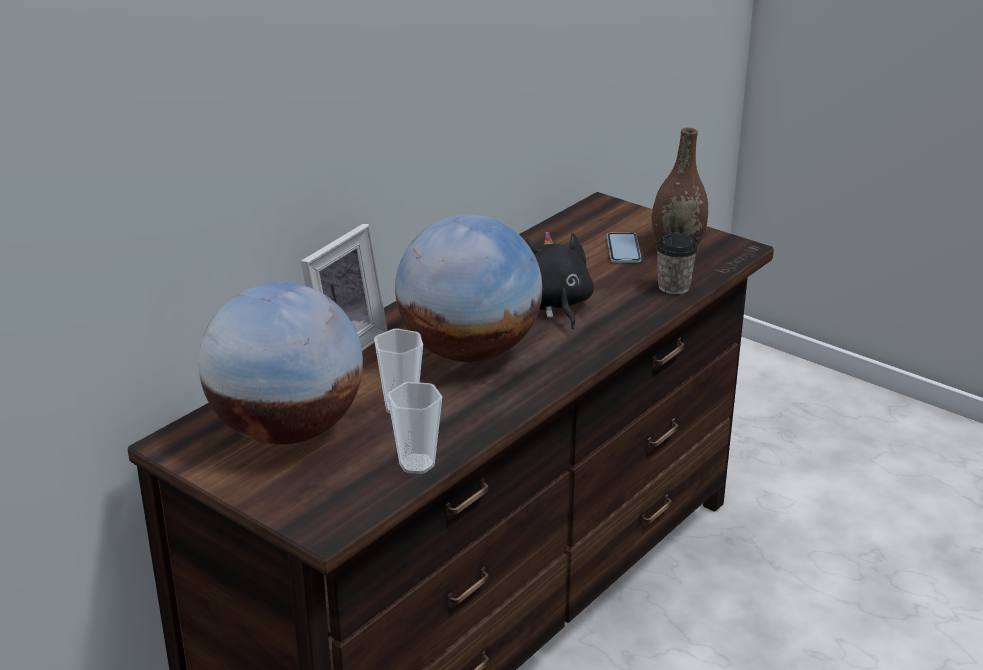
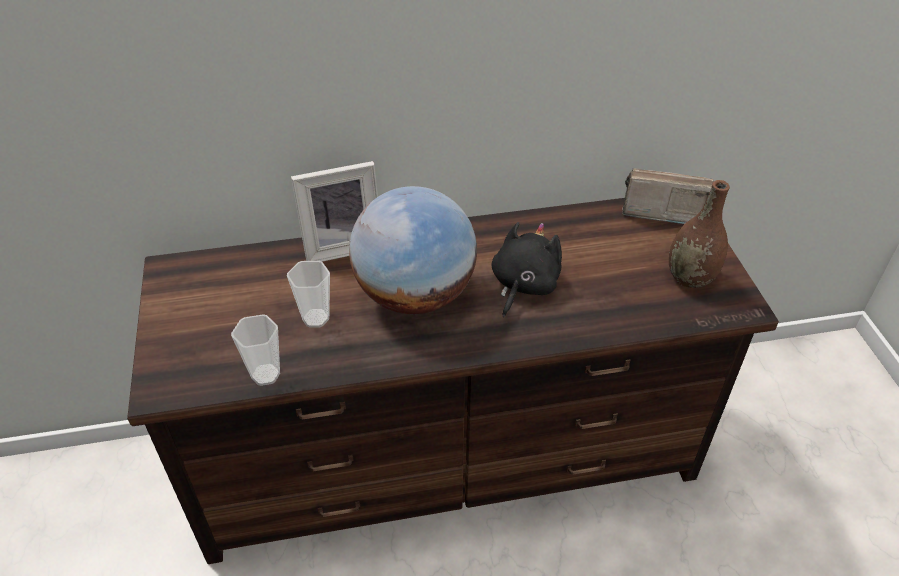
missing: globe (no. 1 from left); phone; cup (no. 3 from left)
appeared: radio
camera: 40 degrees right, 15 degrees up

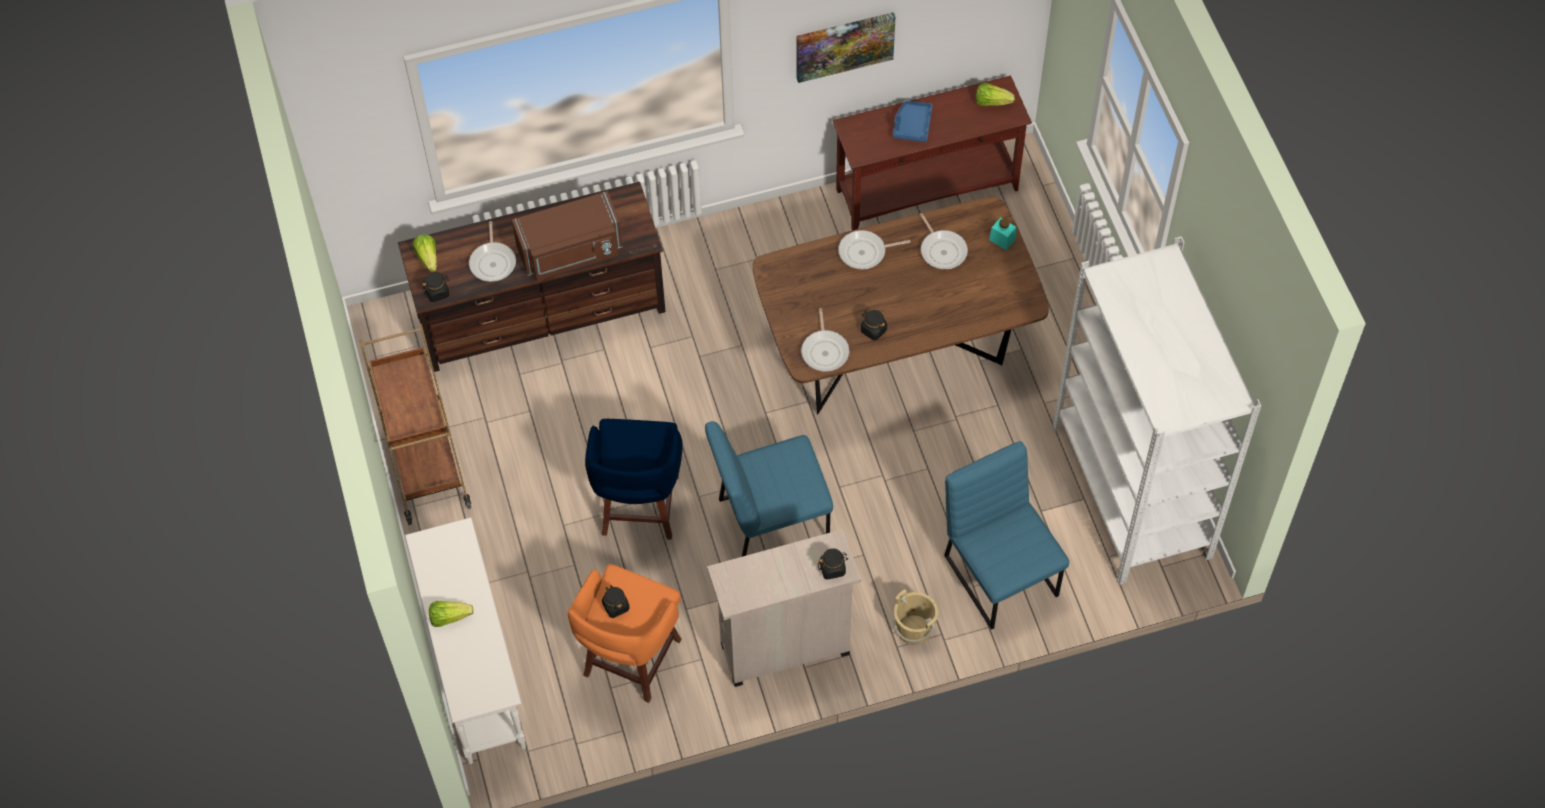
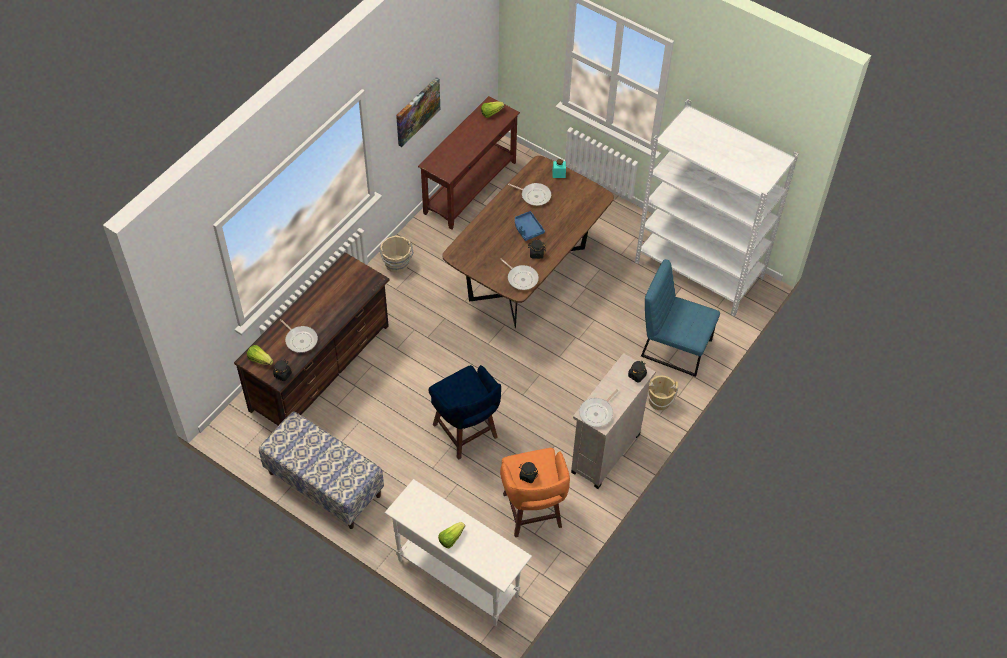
missing: brown microwave; blue chair (no. 1 from left)
appeared: beige bucket (no. 1 from left)
relocated: blue tray; frying pan (no. 3 from left in the first image) to frying pan (no. 4 from left)
exchanged: brown cart to bench
camera: 40 degrees left, 5 degrees down

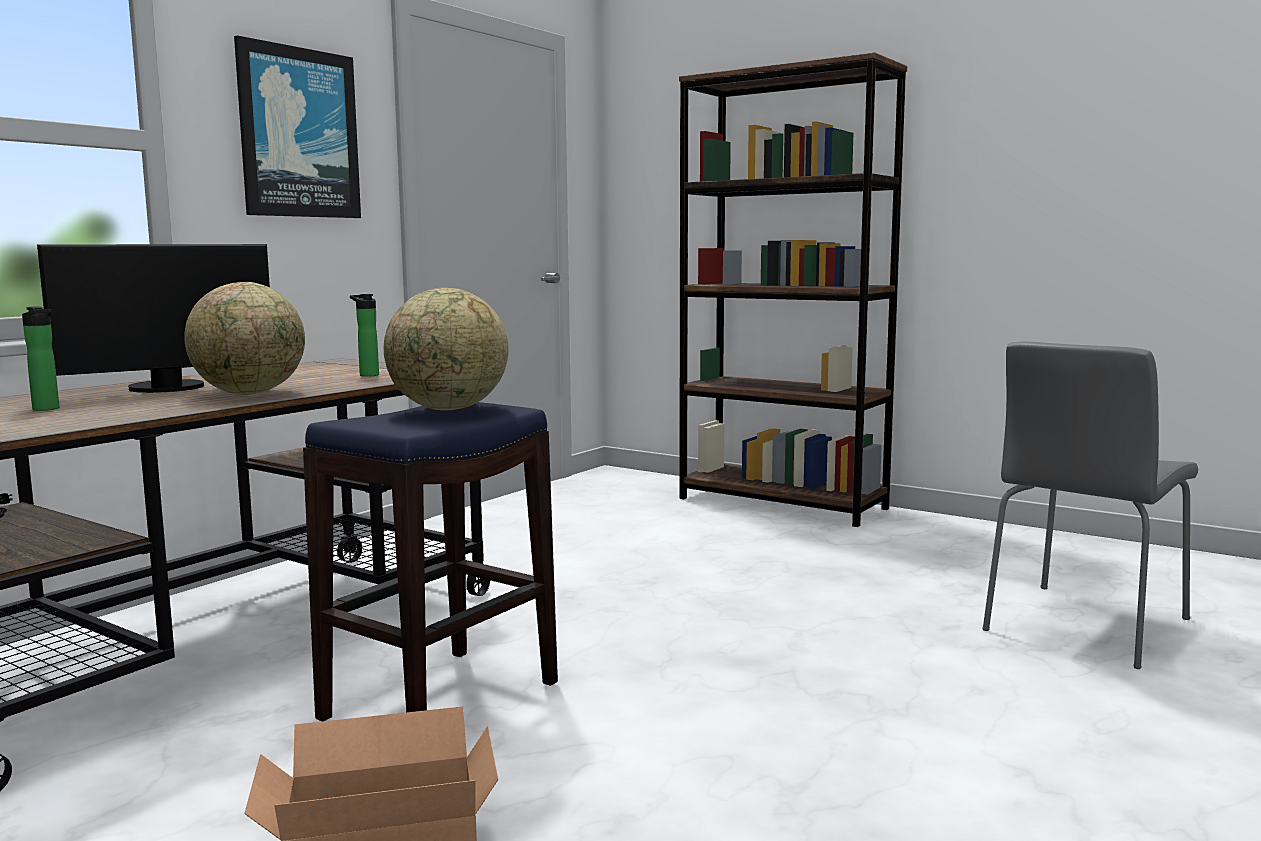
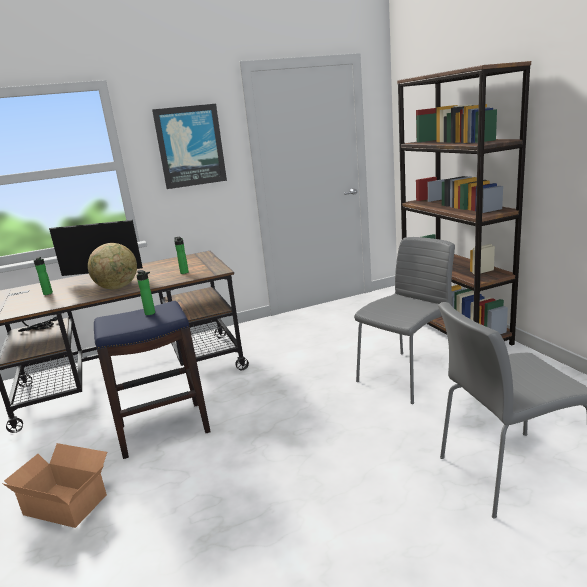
appeared: grey chair (no. 1 from left)
exchanged: globe (no. 2 from left) to bottle (no. 2 from left)
camera: 35 degrees right, 10 degrees up

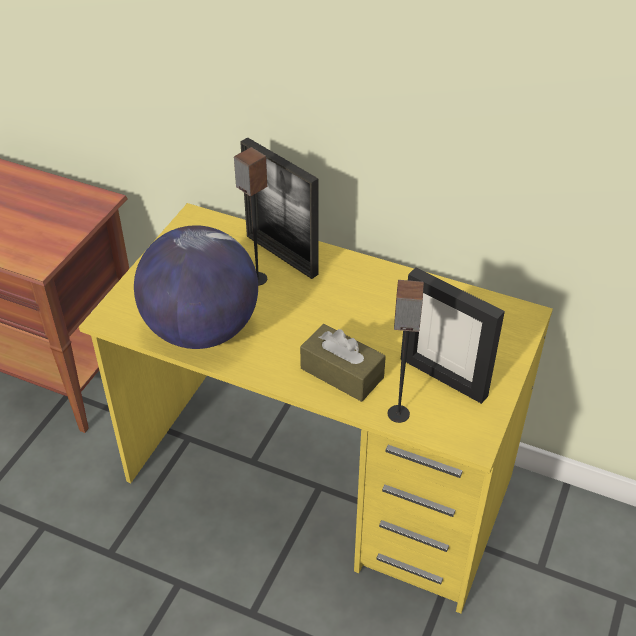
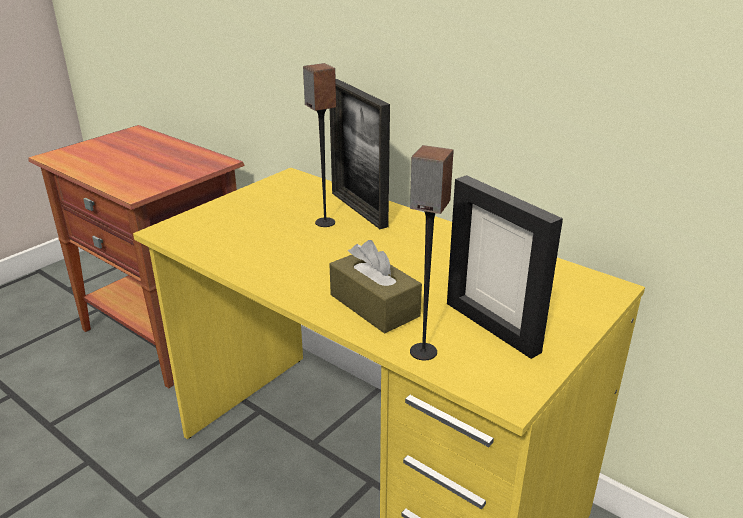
missing: globe
camera: 15 degrees right, 15 degrees down

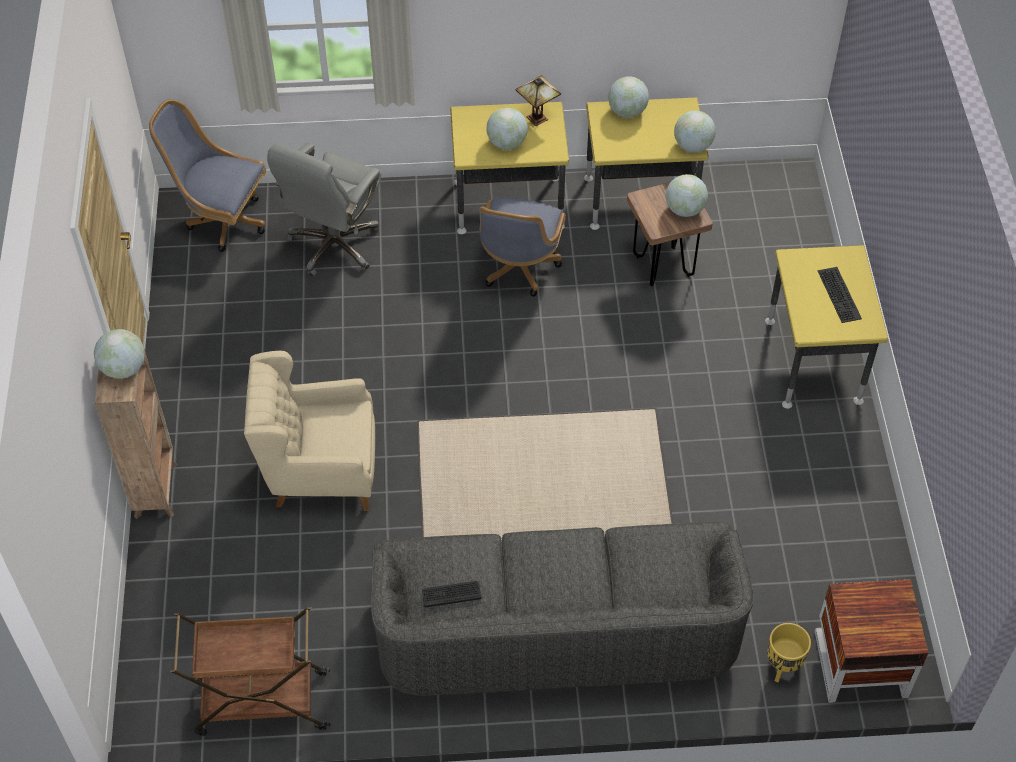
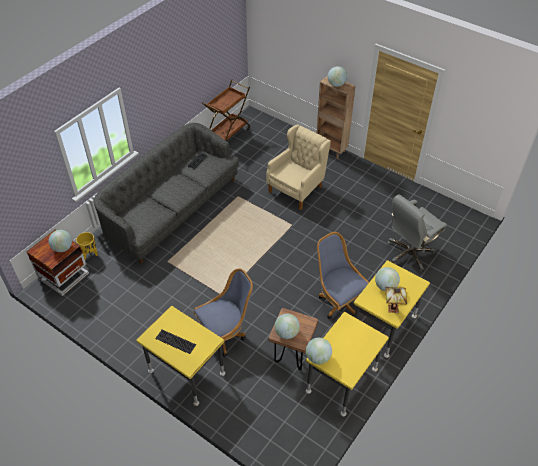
relocated: globe (no. 3 from left in the first image) to globe (no. 1 from left); blue office chair (no. 1 from left)
spun: grey office chair 105 degrees counterclockwise
camera: 130 degrees right, 5 degrees down

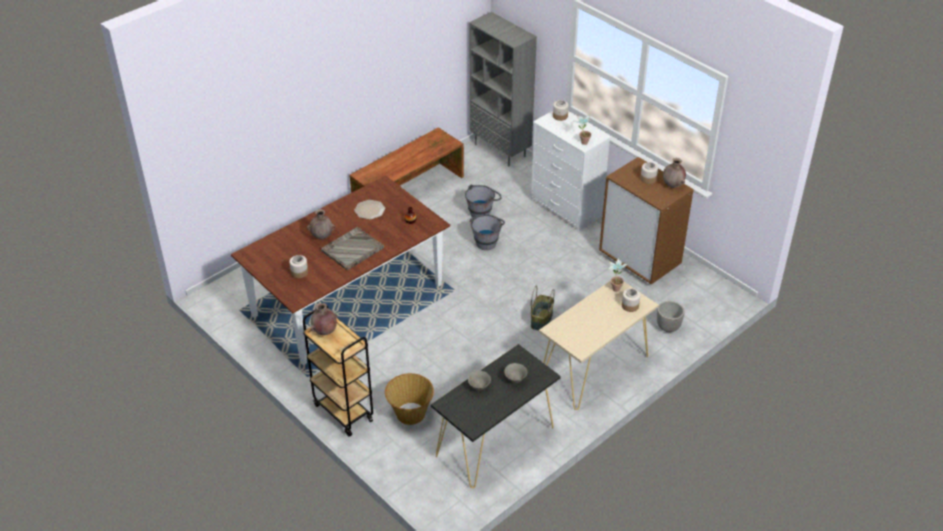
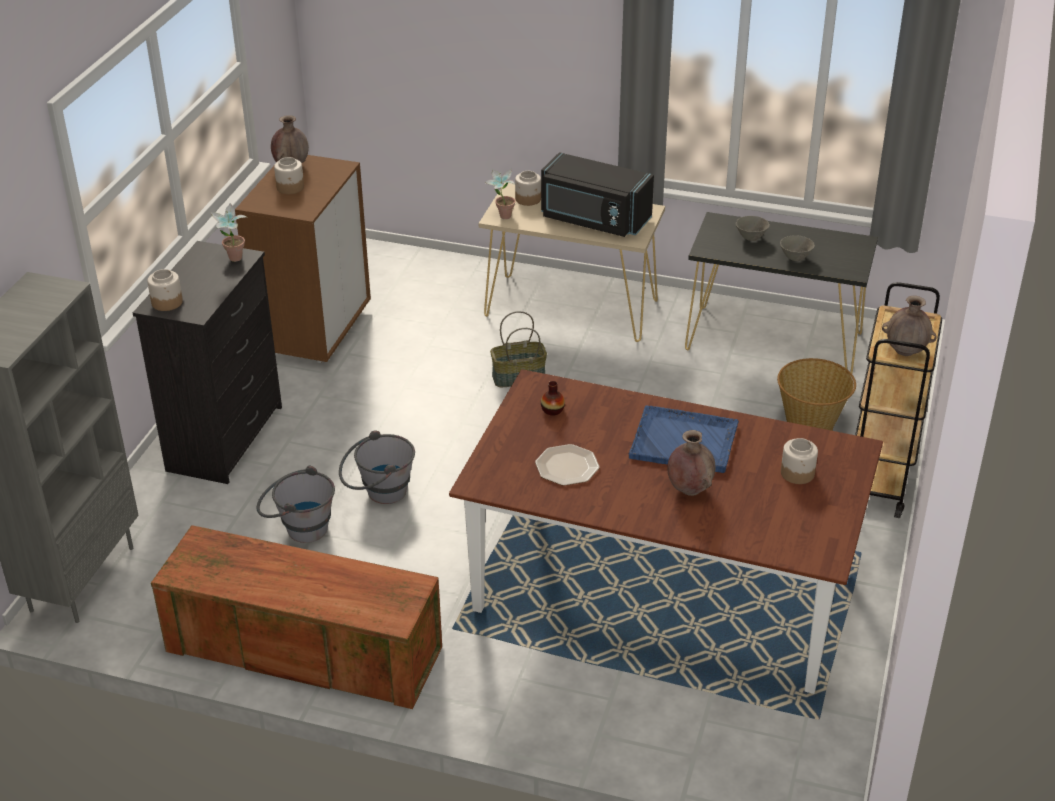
missing: planter
appeared: black microwave
colour: white dresser to black dresser; grey tray to blue tray
camera: 120 degrees left, 5 degrees down

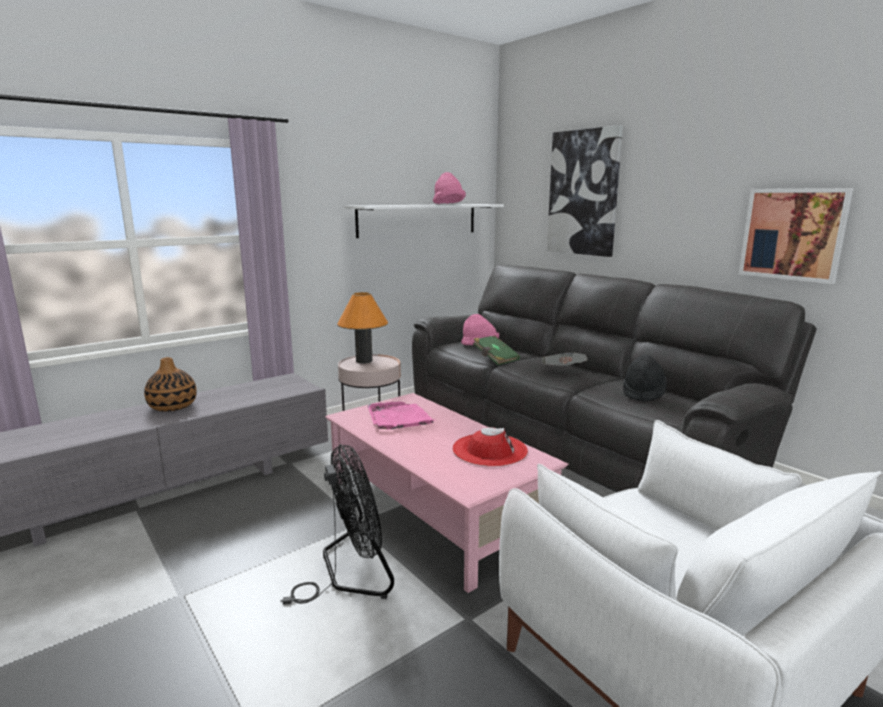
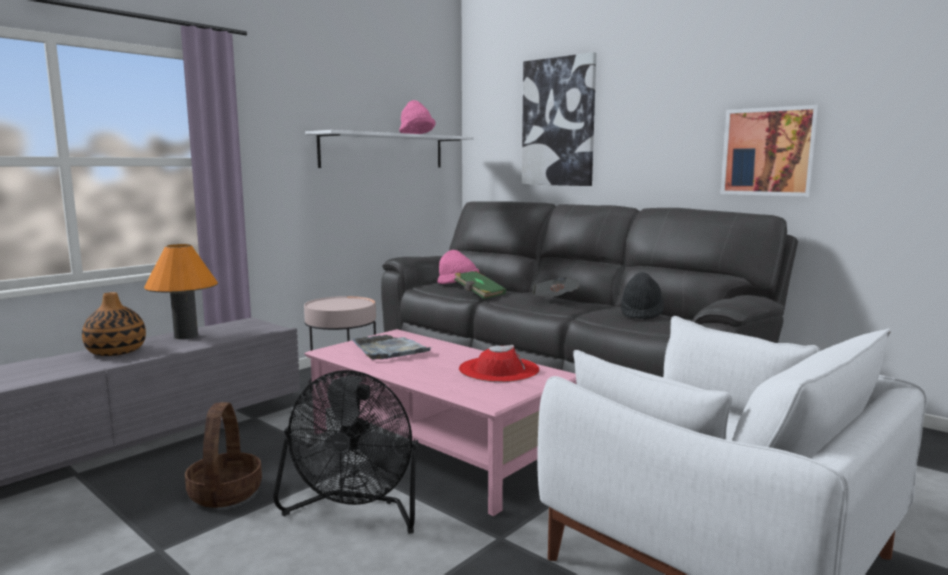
appeared: basket
relocated: orange table lamp
colour: pink tray to grey tray
spun: black fan 135 degrees clockwise
camera: 10 degrees left, 5 degrees down

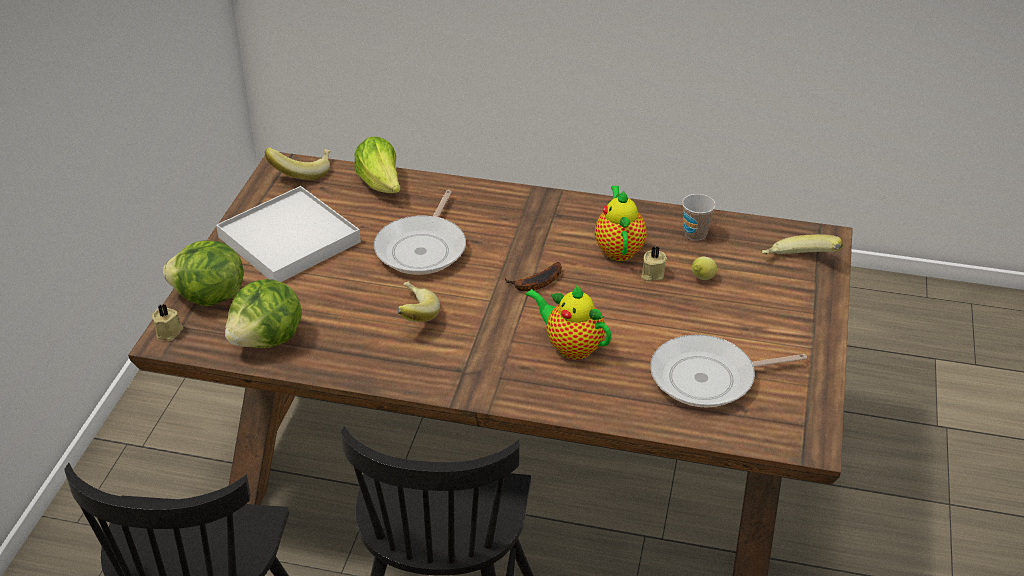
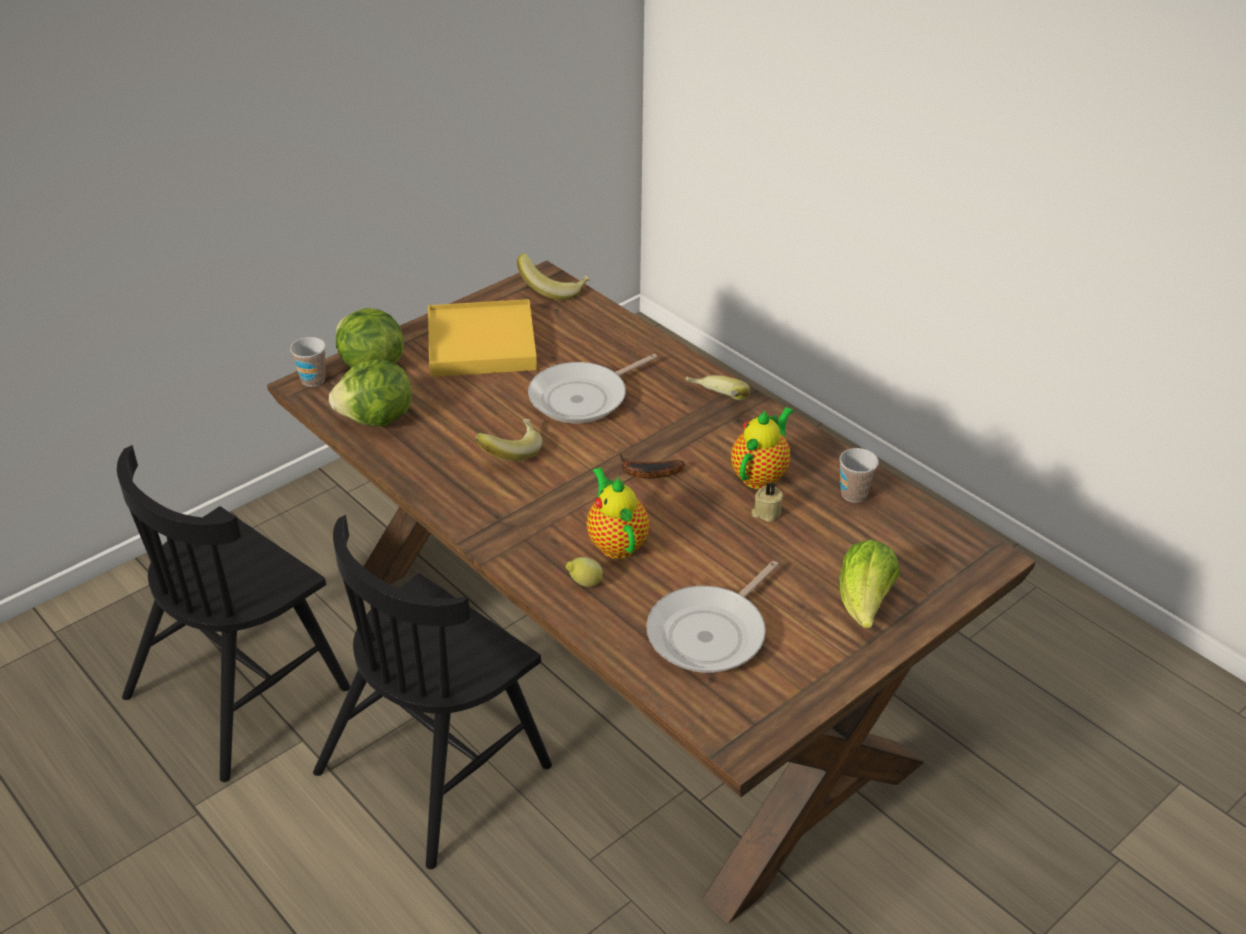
relocated: lemon; banana (no. 4 from left); lettuce (no. 3 from left)
exchanged: beige candle (no. 1 from left) to cup (no. 1 from left)
colour: white tray to yellow tray
spun: frying pan (no. 2 from left) 75 degrees counterclockwise
camera: 35 degrees right, 0 degrees up

